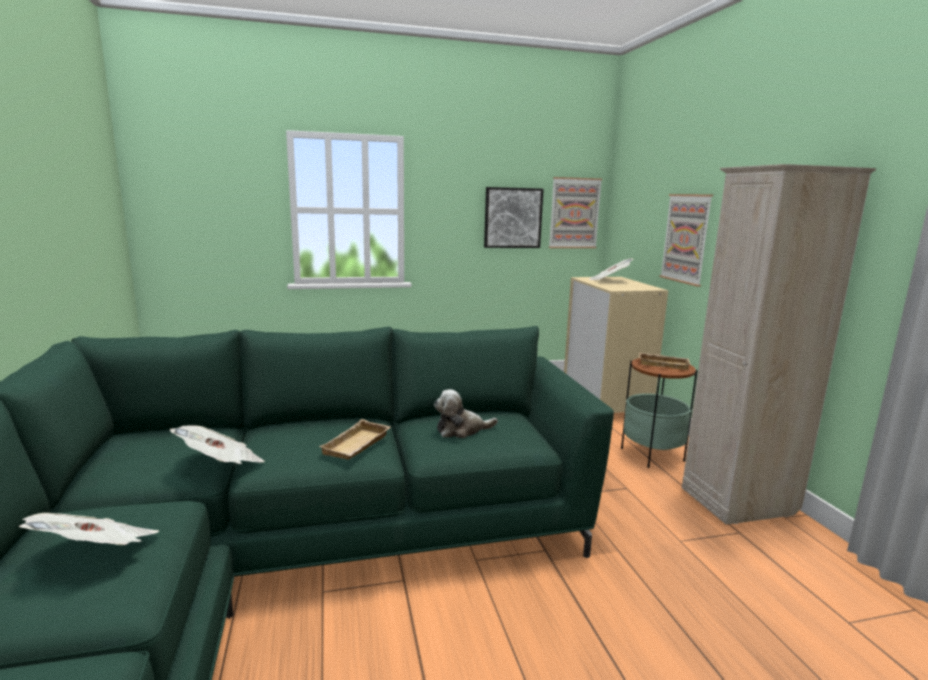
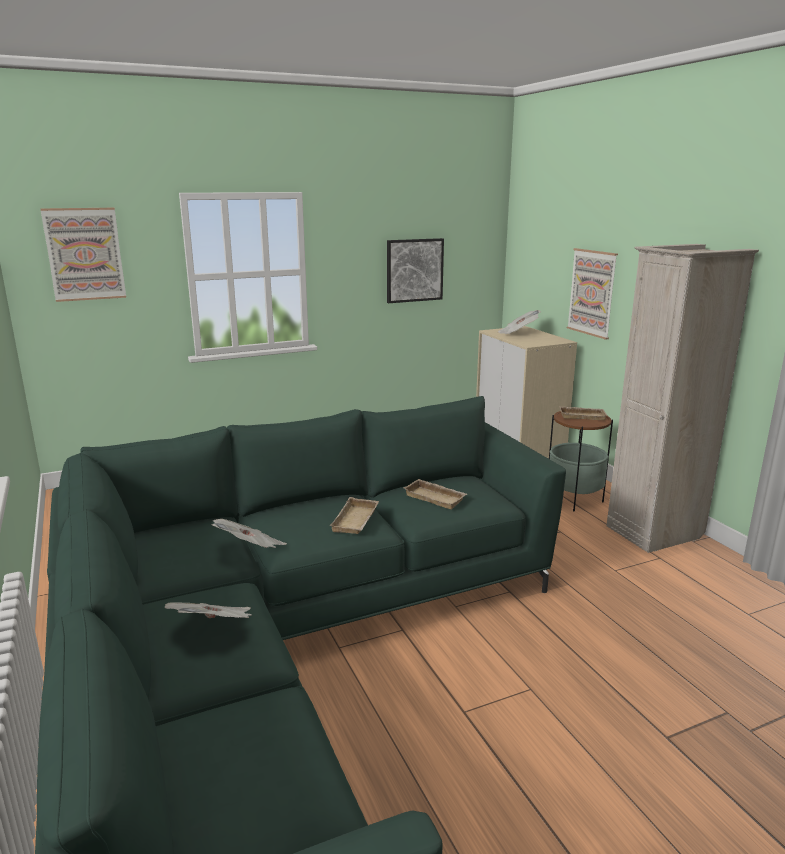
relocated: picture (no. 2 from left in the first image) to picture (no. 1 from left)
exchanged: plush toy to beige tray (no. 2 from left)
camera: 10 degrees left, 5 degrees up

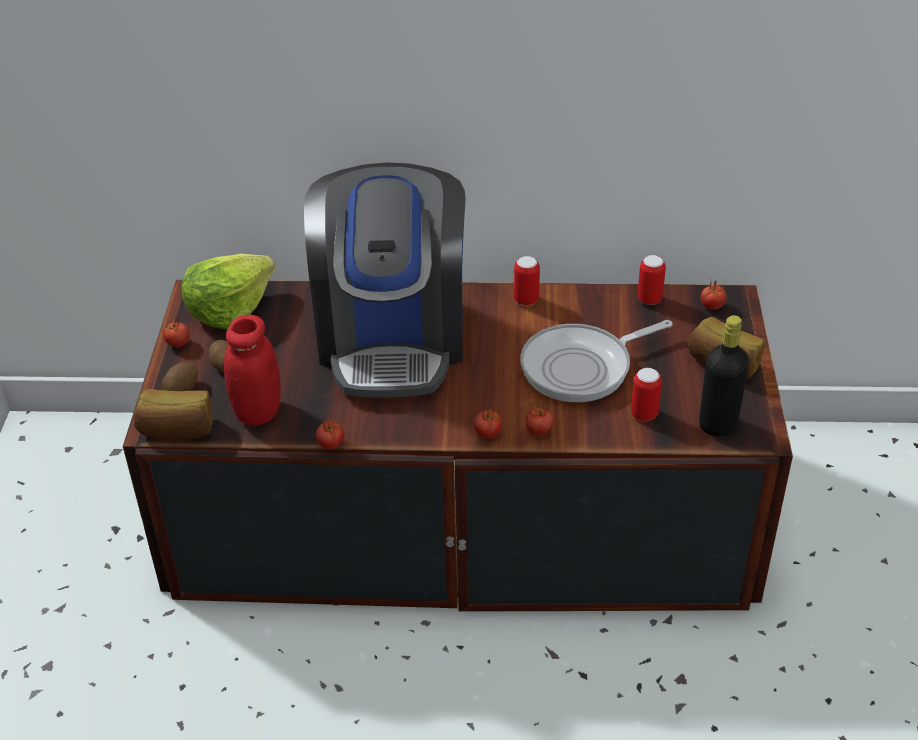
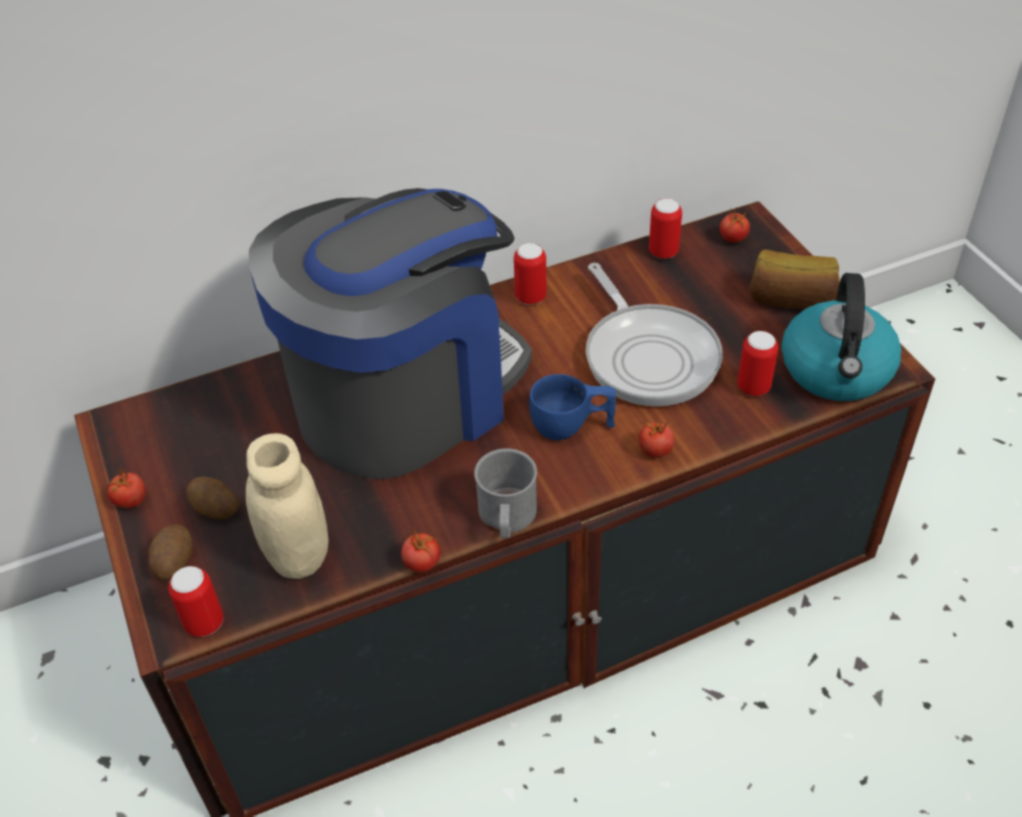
missing: lettuce; tomato (no. 3 from left)
appeared: grey mug; blue cup
exchanged: bread (no. 1 from left) to can (no. 1 from left); black bottle to kettle
colour: red jar to beige jar
spun: coffee machine 105 degrees counterclockwise; frying pan 60 degrees counterclockwise
camera: 25 degrees left, 5 degrees up

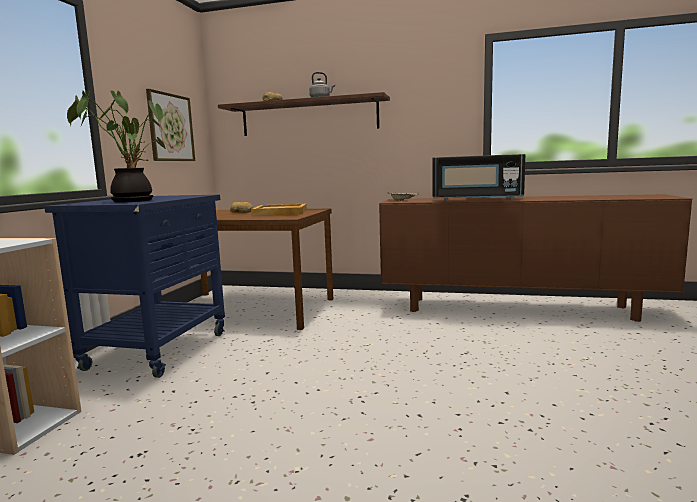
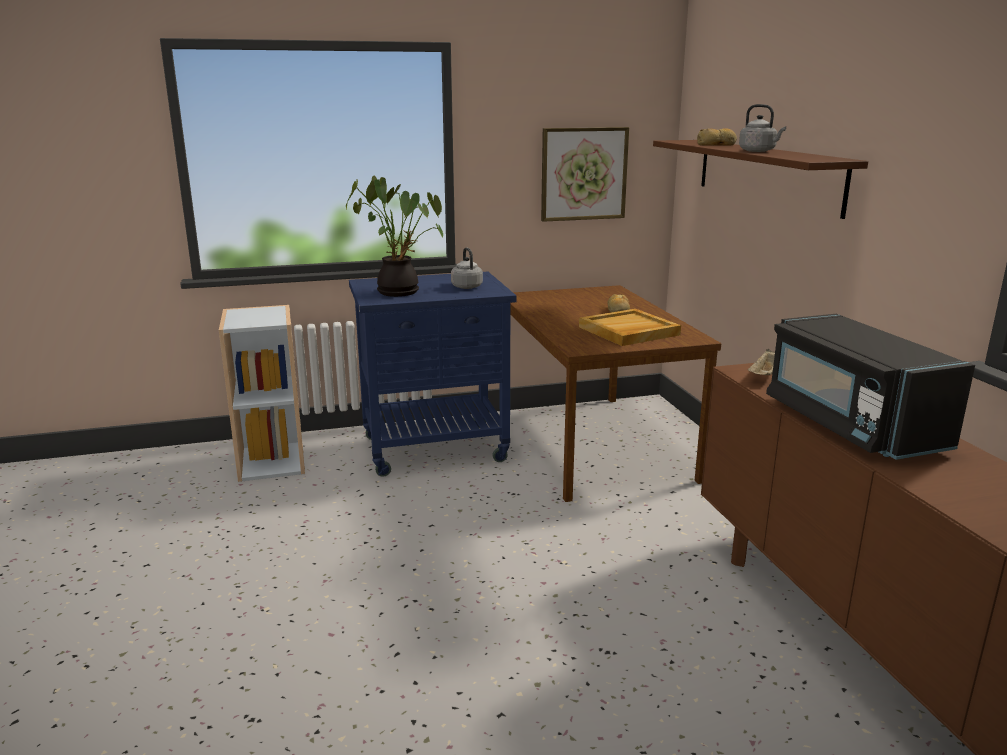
appeared: grey kettle (no. 1 from left)
camera: 60 degrees right, 10 degrees up

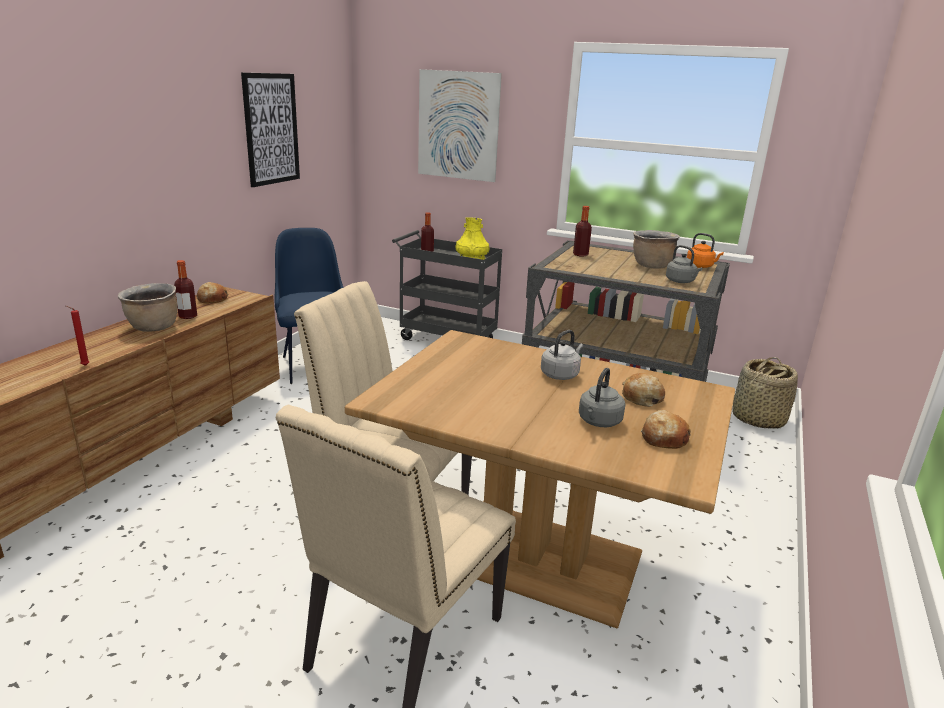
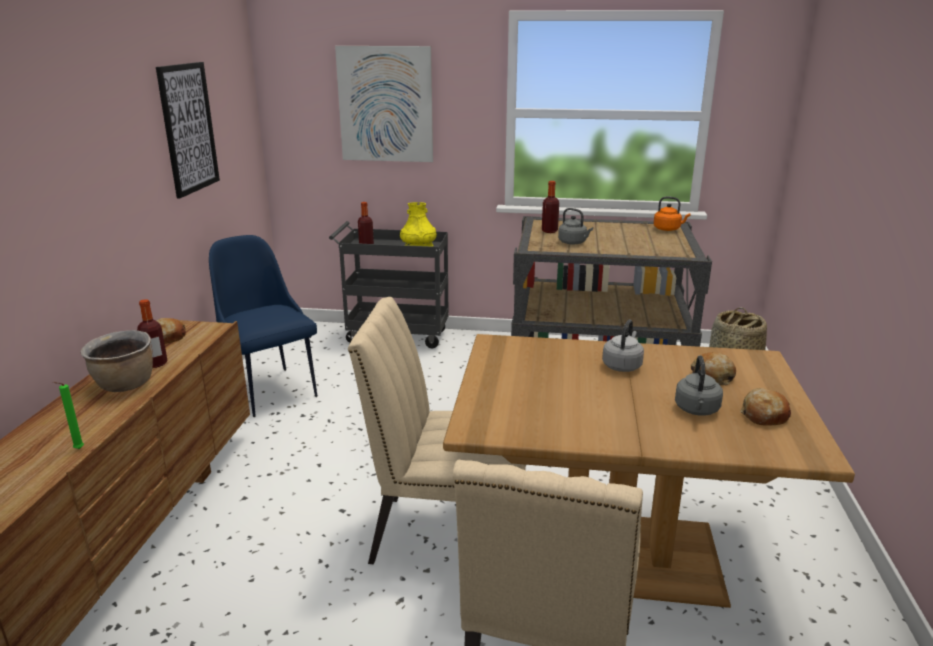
missing: brown cooking pot (no. 2 from left)
relocated: grey kettle (no. 3 from left in the first image) to grey kettle (no. 1 from left)
colour: red candle to green candle
camera: 15 degrees left, 0 degrees up

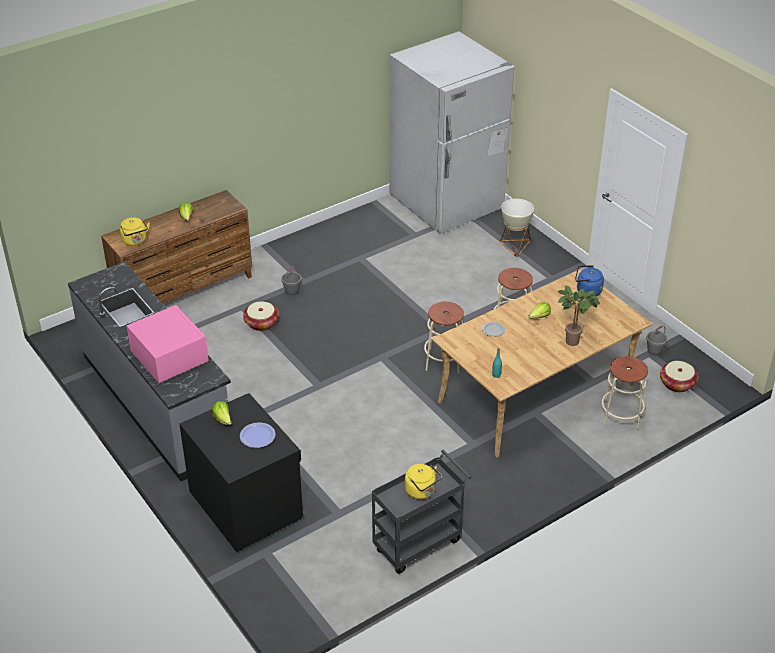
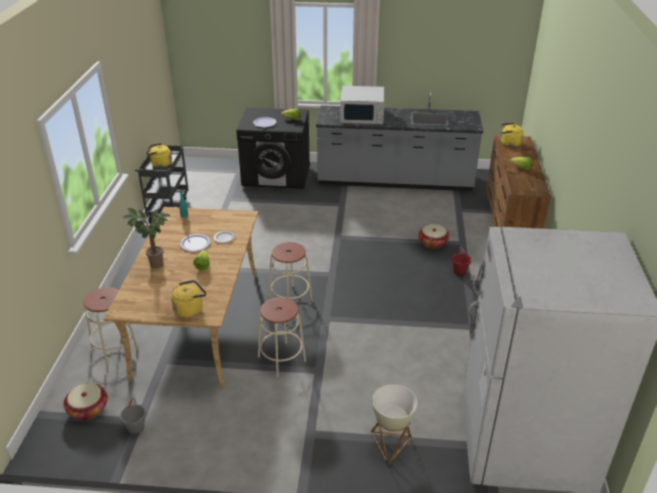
appeared: plate (no. 1 from left)
colour: blue kettle to yellow kettle (no. 2 from left); pink microwave to white microwave; grey bucket (no. 1 from left) to red bucket
camera: 130 degrees right, 5 degrees down

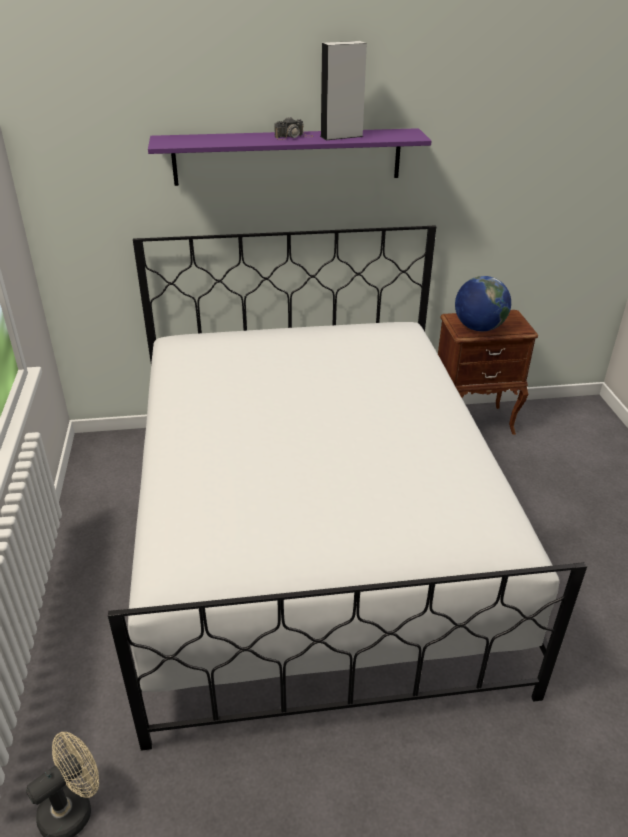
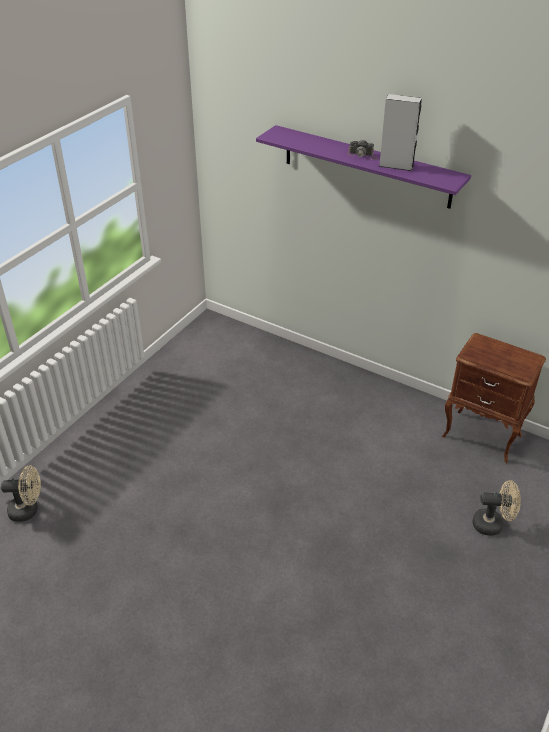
missing: white bed; globe
appeared: beige fan (no. 2 from left)
camera: 40 degrees right, 5 degrees up

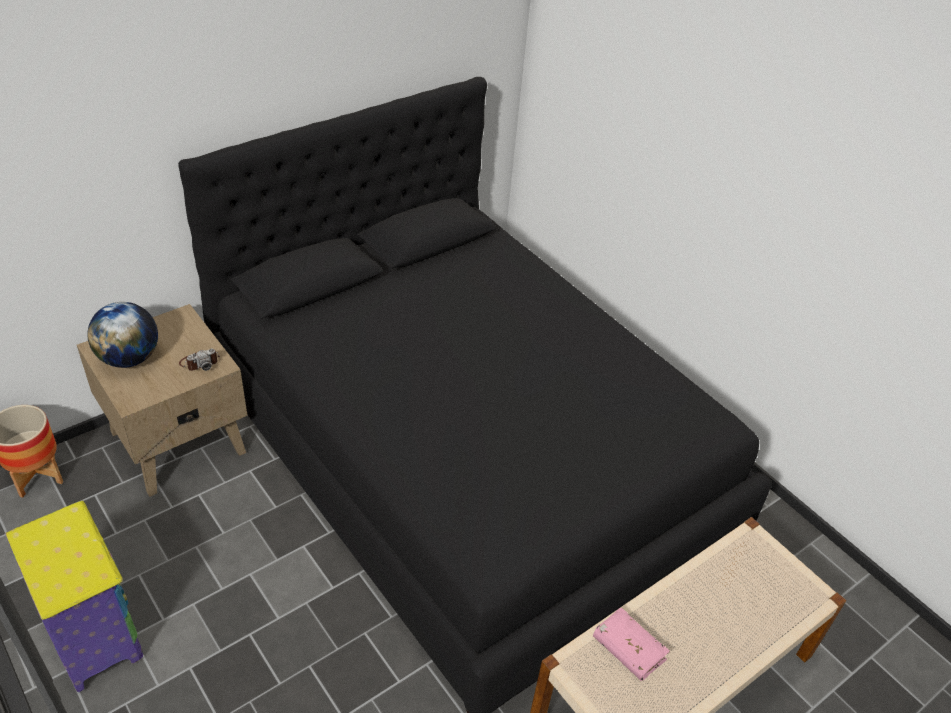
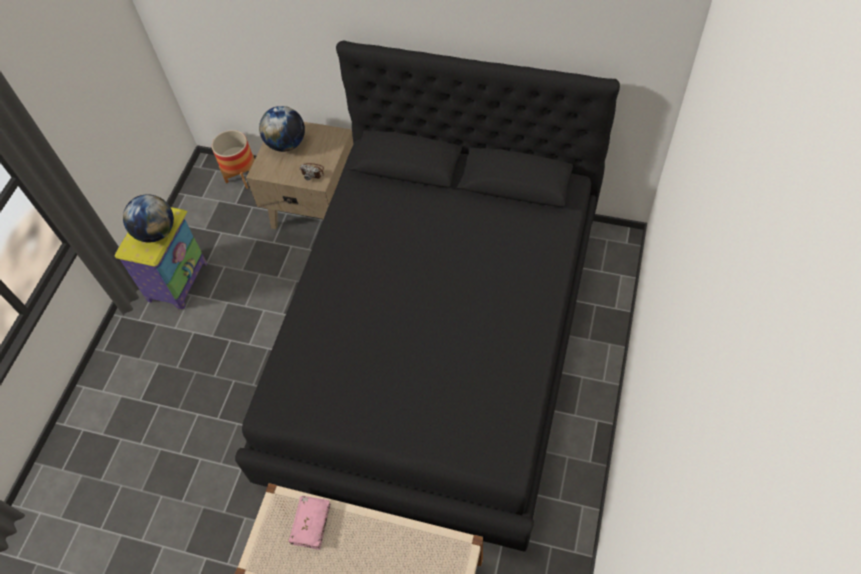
appeared: globe (no. 1 from left)
camera: 60 degrees right, 15 degrees up

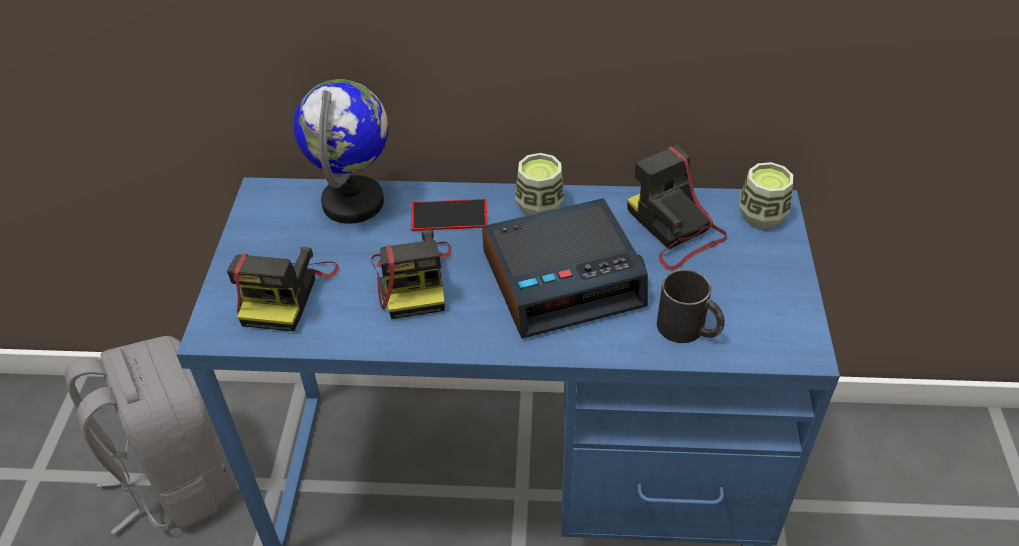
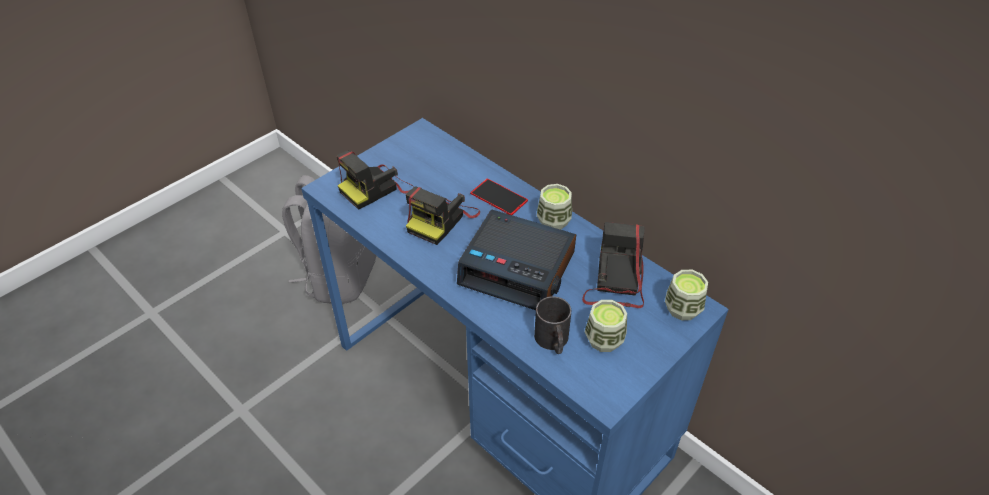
missing: globe
appeared: cup (no. 2 from left)
camera: 40 degrees right, 0 degrees up

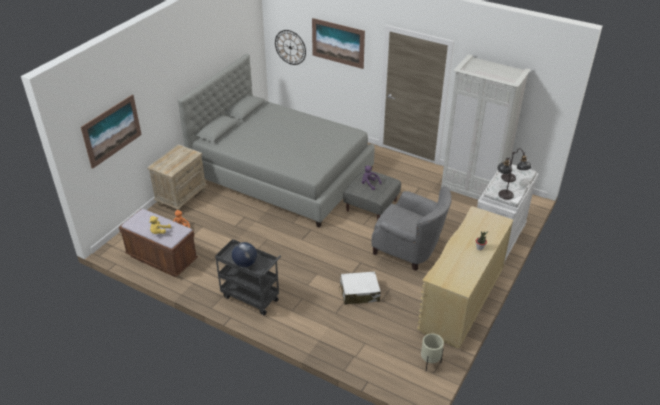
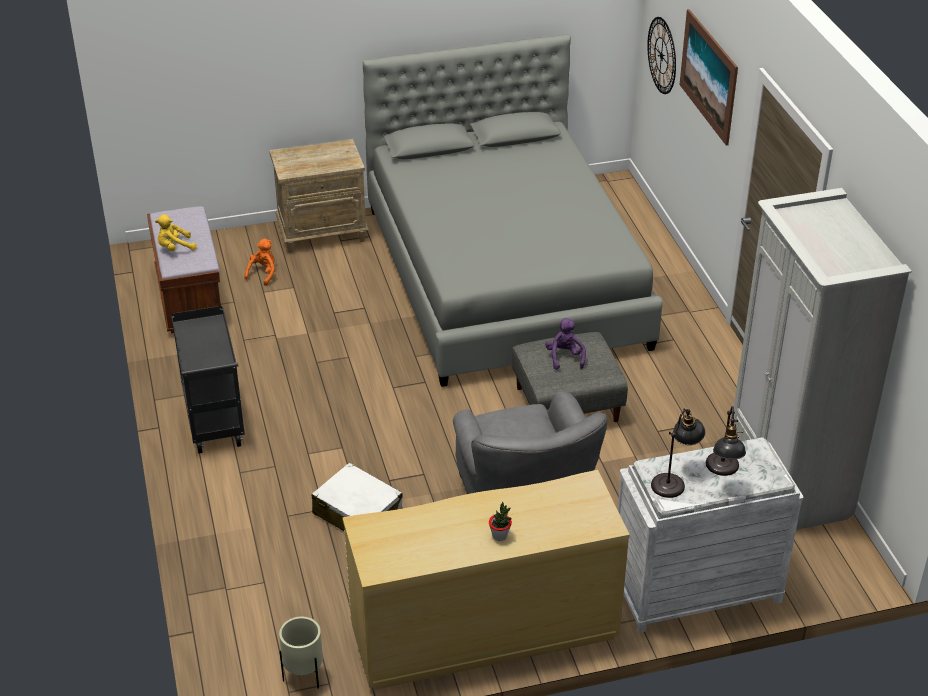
missing: picture (no. 1 from left); globe
camera: 45 degrees right, 0 degrees up

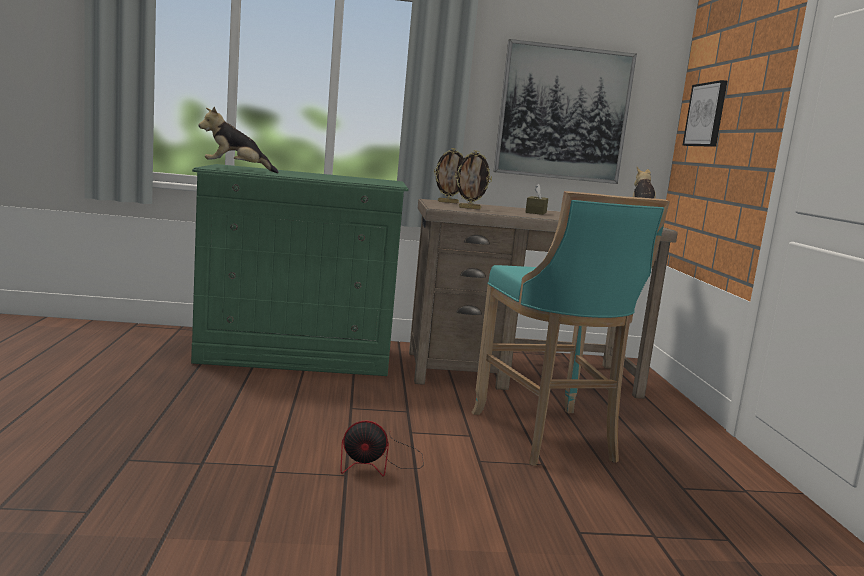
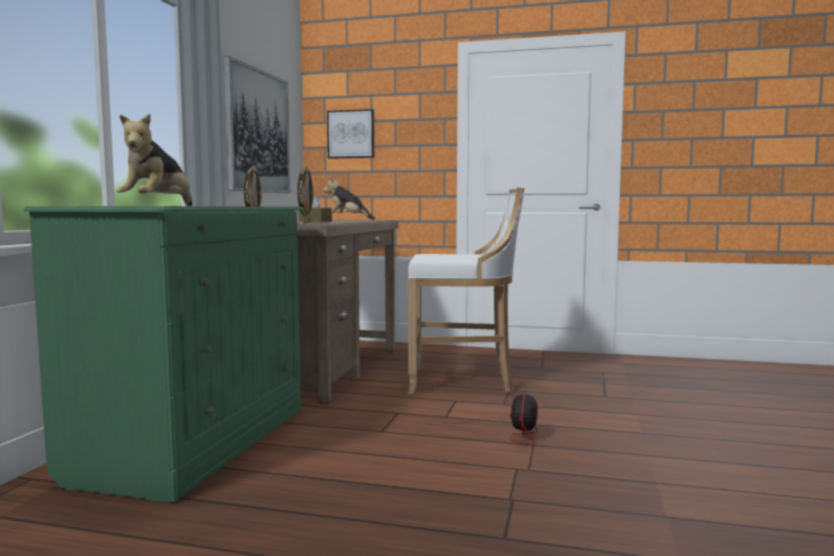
colour: turquoise stool to white stool
camera: 70 degrees left, 5 degrees down

